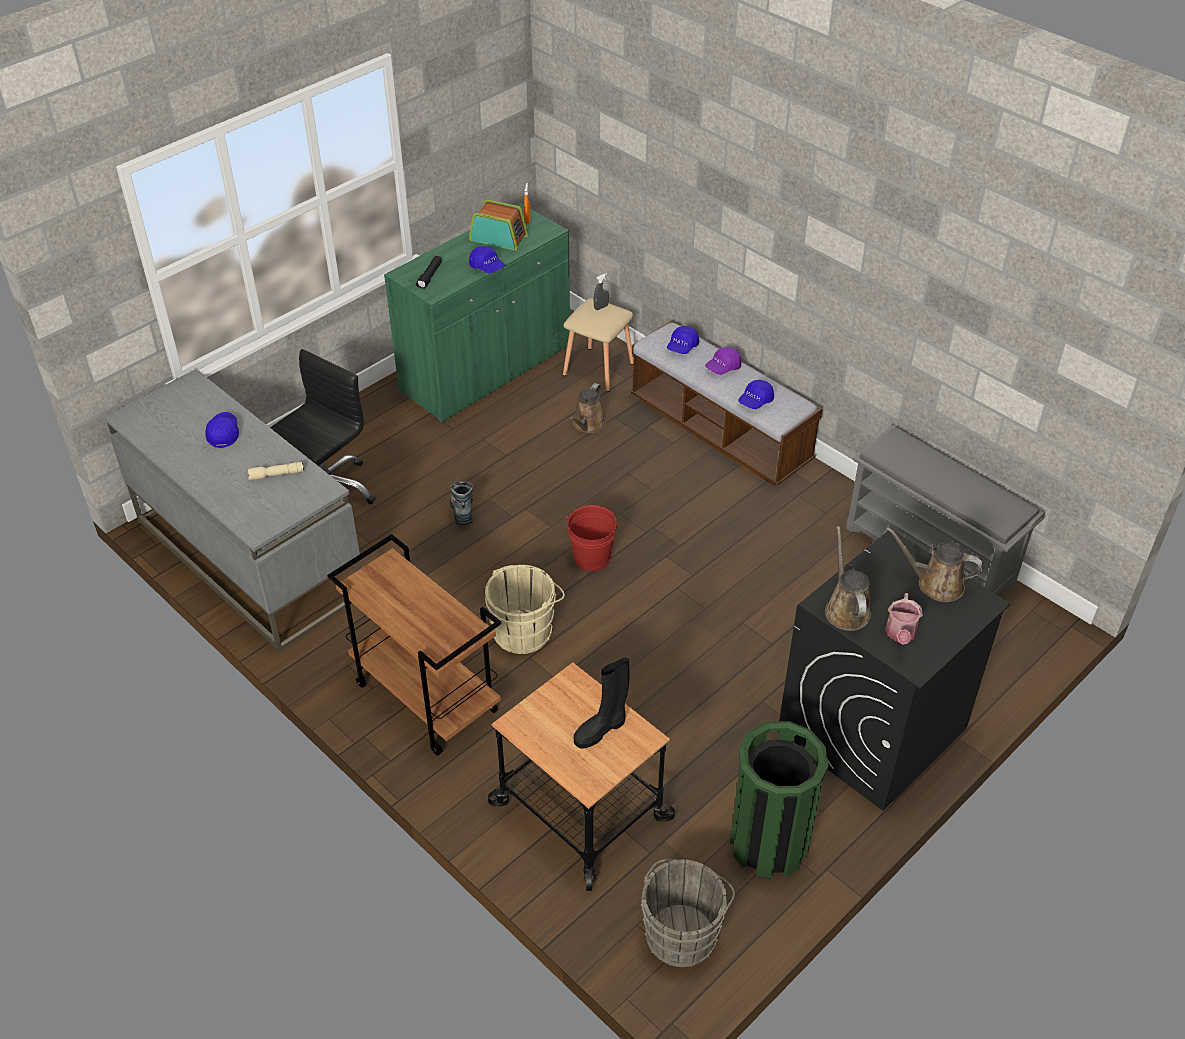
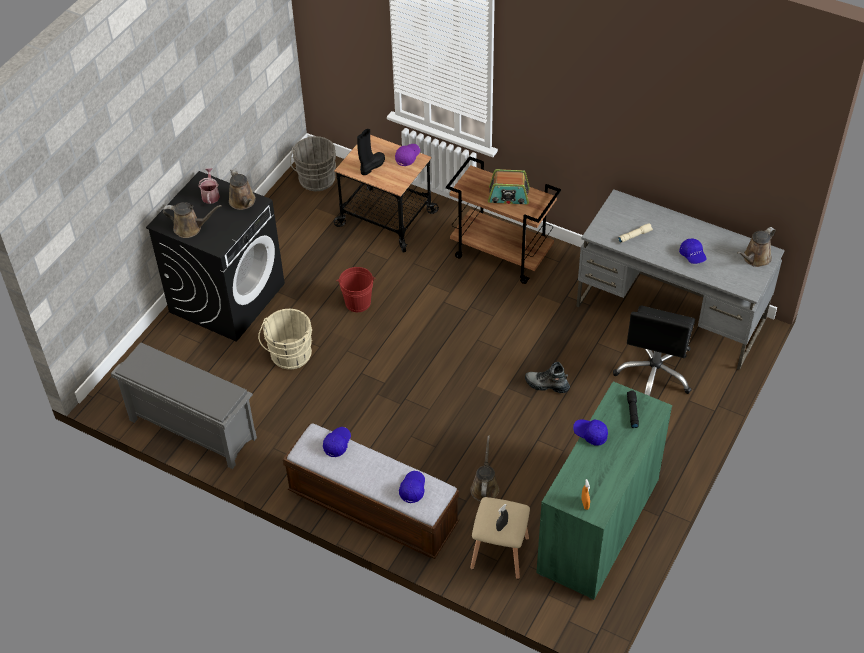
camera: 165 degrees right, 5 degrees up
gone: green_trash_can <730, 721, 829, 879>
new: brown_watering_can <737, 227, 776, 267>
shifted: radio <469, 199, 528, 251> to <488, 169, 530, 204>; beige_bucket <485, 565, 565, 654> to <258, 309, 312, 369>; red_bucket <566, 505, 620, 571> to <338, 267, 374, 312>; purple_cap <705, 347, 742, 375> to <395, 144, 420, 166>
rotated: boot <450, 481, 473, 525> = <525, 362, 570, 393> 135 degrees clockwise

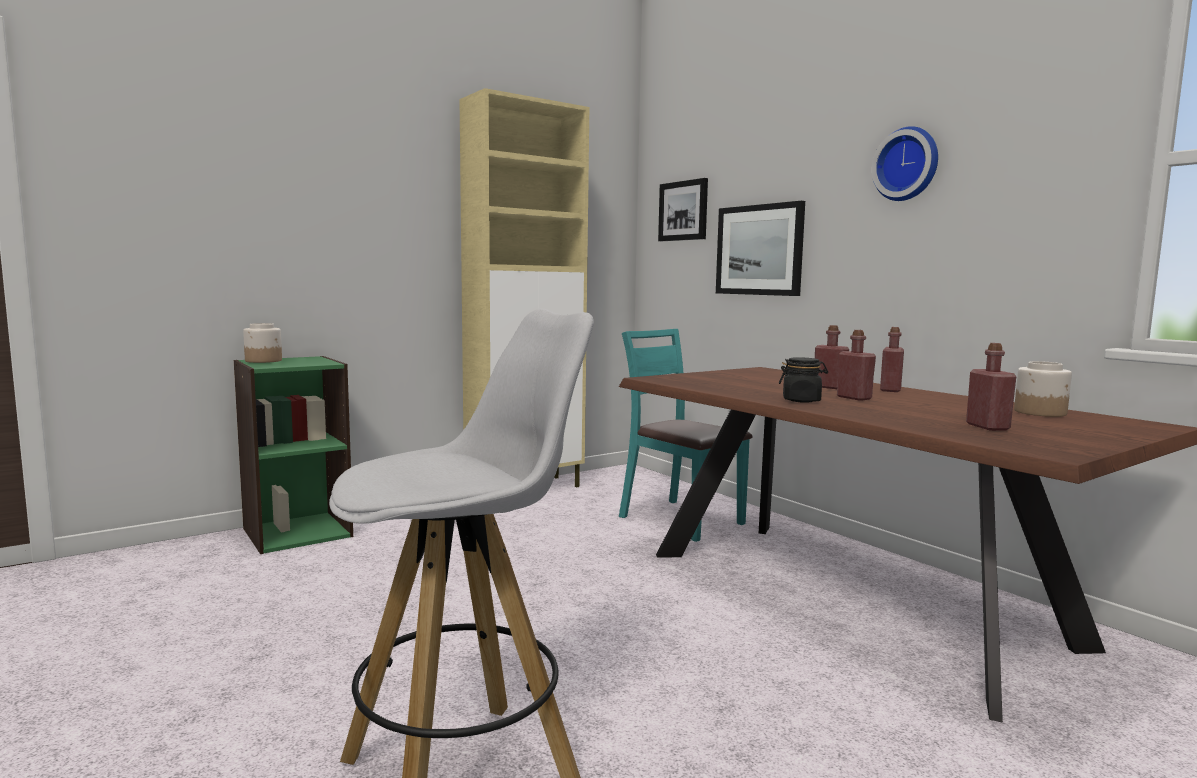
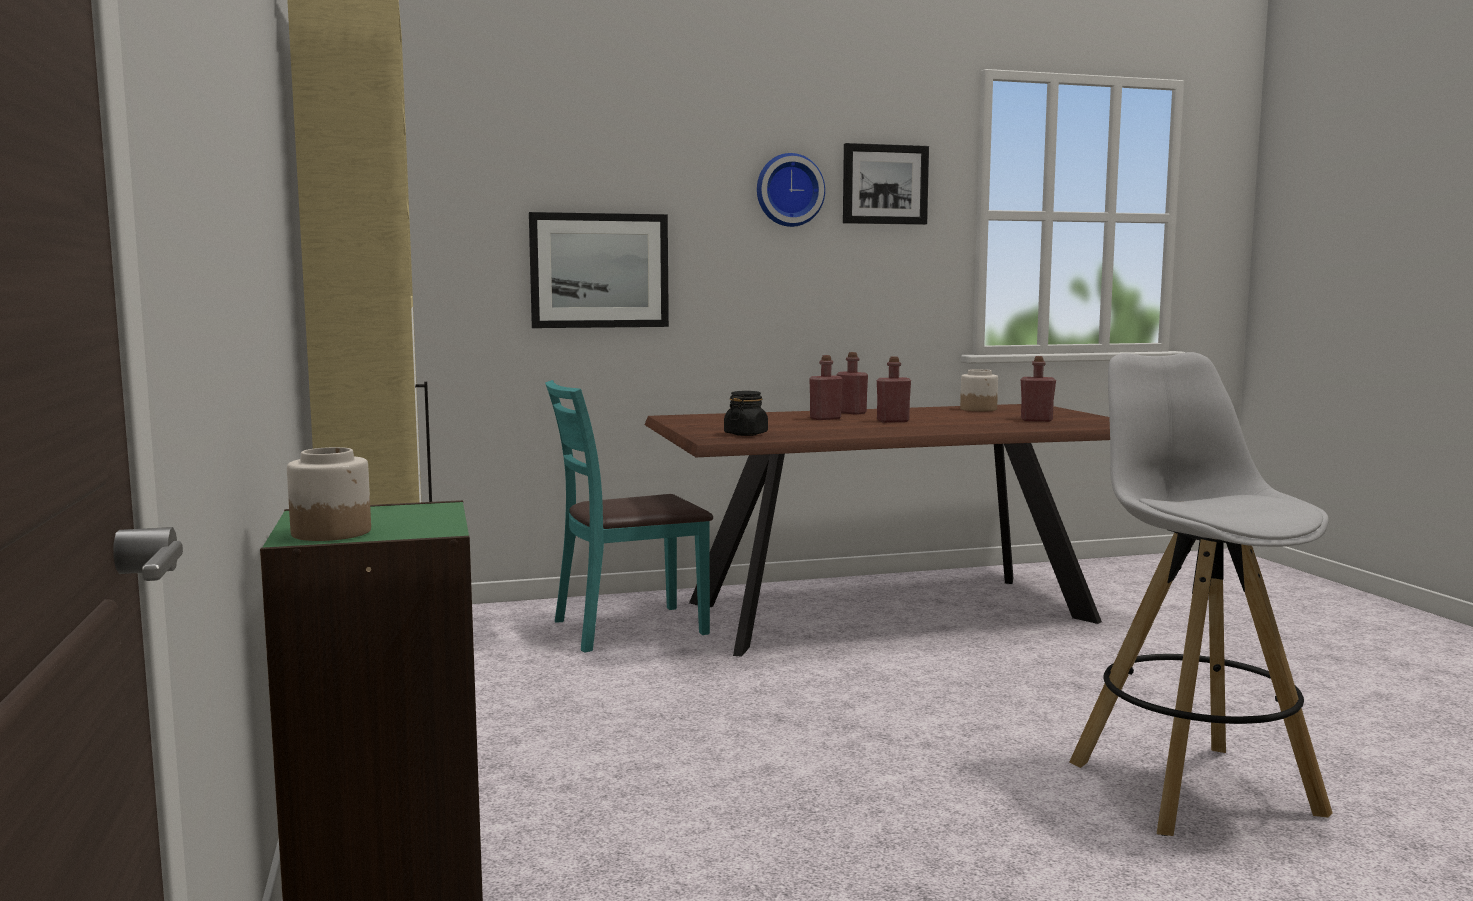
camera: 70 degrees left, 0 degrees up
shifted: picture <658, 178, 708, 241> to <843, 143, 929, 225>; black_jar <779, 357, 828, 403> to <724, 391, 768, 436>

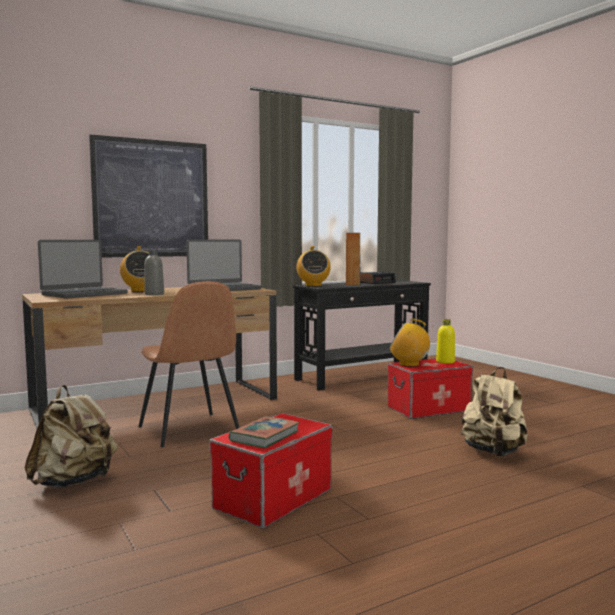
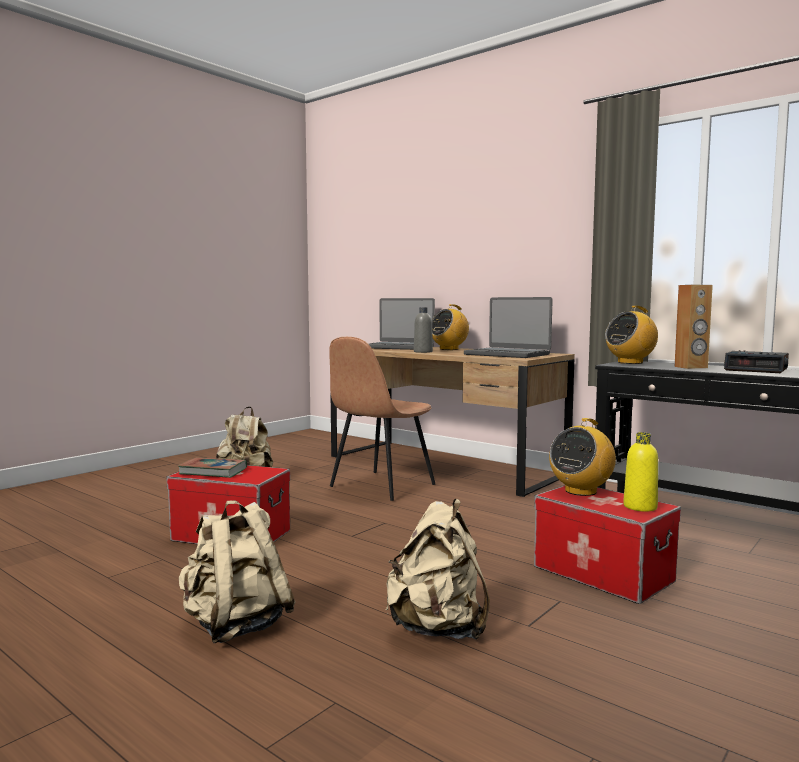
camera: 70 degrees right, 0 degrees up
gone: picture <89, 134, 208, 258>
new: beige_backpack <179, 500, 296, 643>
rotated: radio <390, 319, 433, 367> = <549, 418, 616, 496> 135 degrees counterclockwise

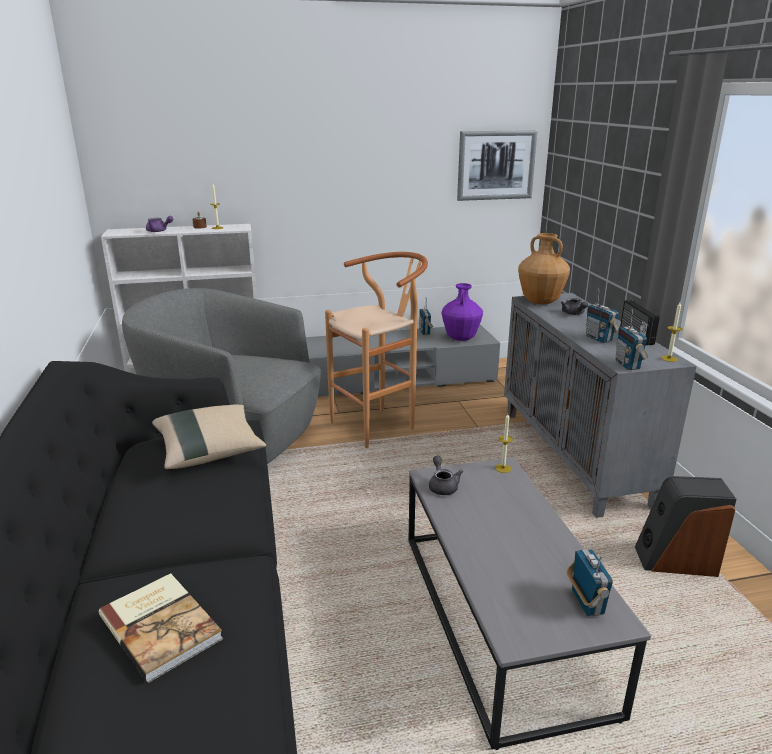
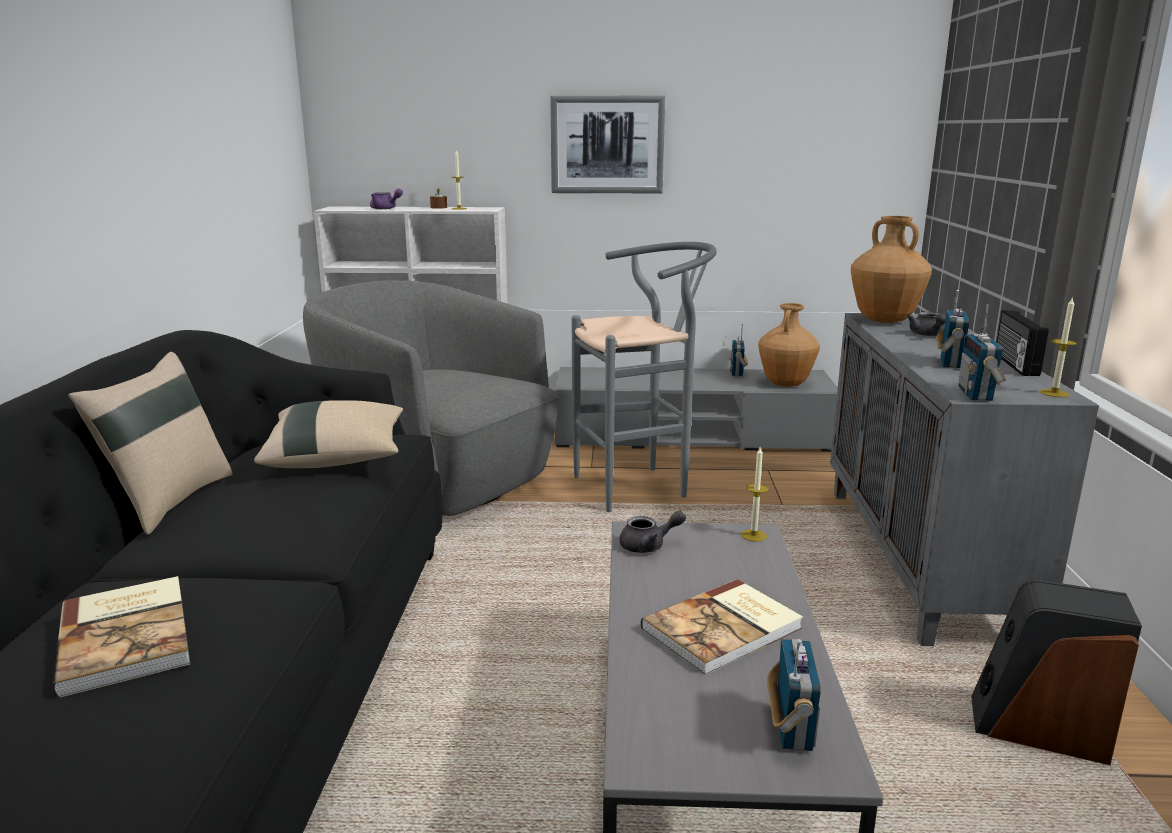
camera: 15 degrees right, 5 degrees down
new: beige_pillow <69, 352, 232, 535>; book <641, 579, 803, 675>
shifted: picture <457, 130, 538, 201> to <550, 96, 665, 193>
repainted: brown_stool <325, 252, 428, 448> to grey_stool <572, 242, 717, 512>; purple_vase <442, 283, 483, 341> to brown_vase <758, 303, 820, 387>
rotated: grey_teapot <429, 456, 463, 495> = <619, 510, 686, 553> 75 degrees clockwise; radio <586, 288, 619, 343> = <936, 290, 969, 368> 150 degrees counterclockwise

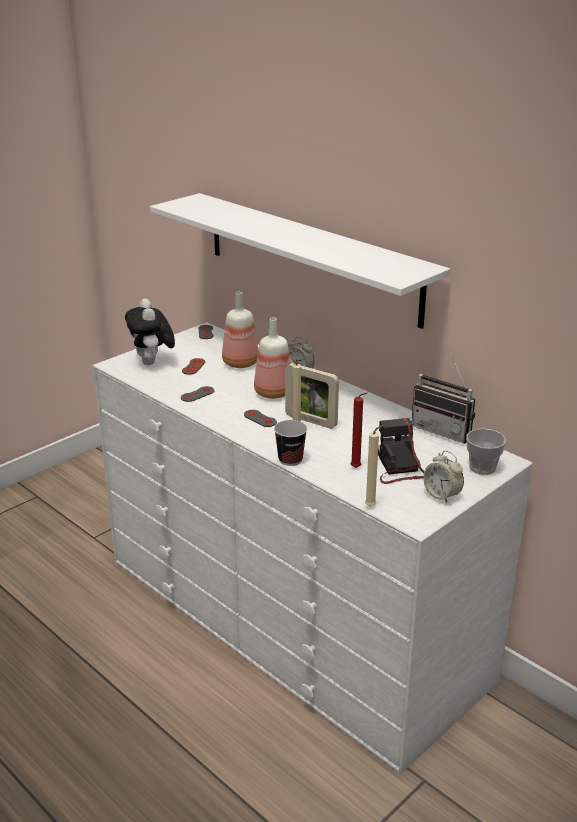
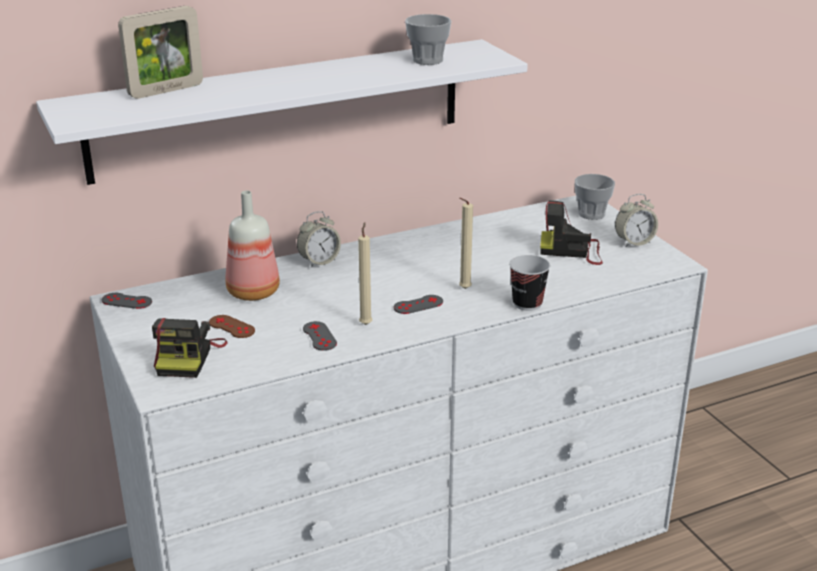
camera: 70 degrees left, 0 degrees up
gone: bottle <254, 318, 290, 399>; red_candle <351, 392, 368, 468>; radio <412, 358, 475, 444>
new: cup <405, 14, 451, 65>
shifted: picture_frame <285, 363, 339, 429> to <118, 6, 203, 99>; beige_candle <365, 424, 384, 507> to <358, 222, 372, 325>
swapped: plush_toy <125, 299, 175, 365> to photo_camera <152, 318, 227, 378>

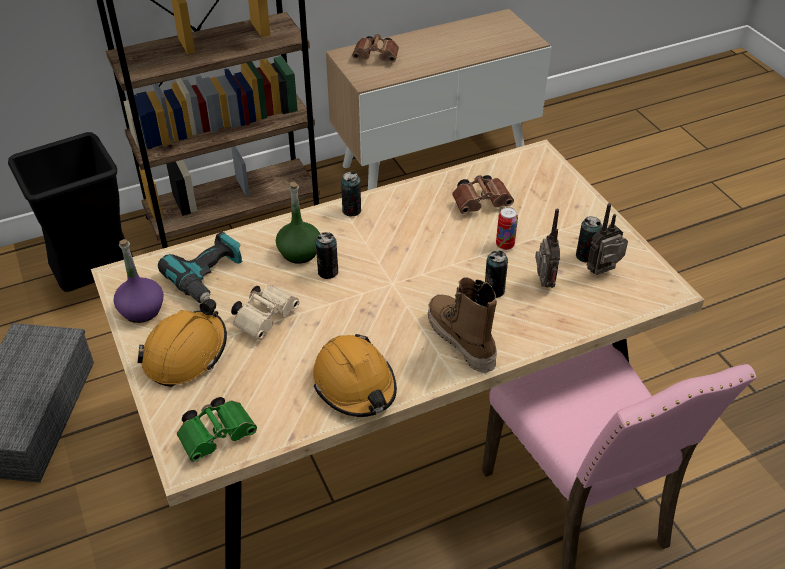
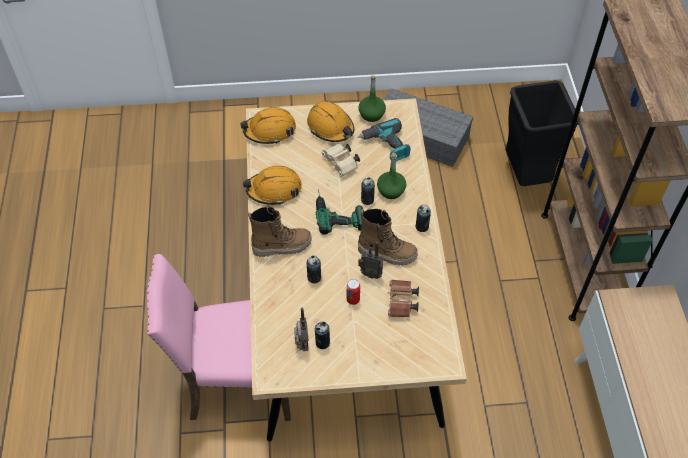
camera: 110 degrees right, 10 degrees up
gone: brown_binoculars <352, 34, 399, 62>
new: power_drill <316, 189, 363, 235>; boot <358, 209, 418, 266>
shifted: radio <535, 209, 560, 288> to <358, 242, 383, 279>
swapped: green_binoculars <177, 397, 257, 462> to orange_hard_hat <240, 107, 296, 144>
repainted: purple_bottle <114, 239, 163, 323> to green_bottle <358, 75, 386, 122>

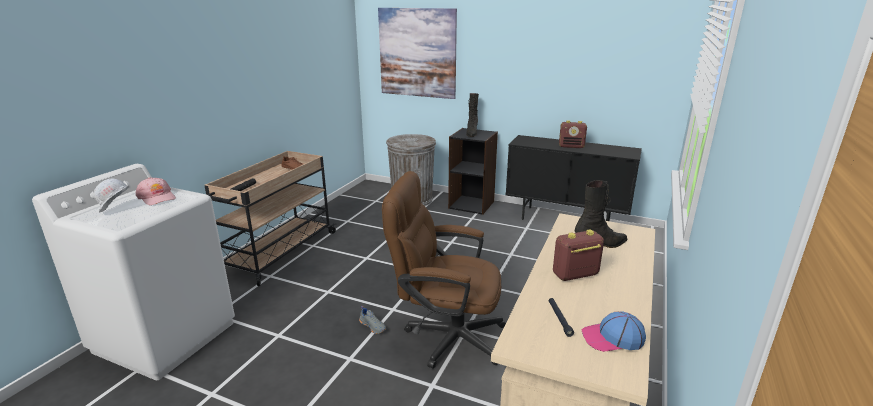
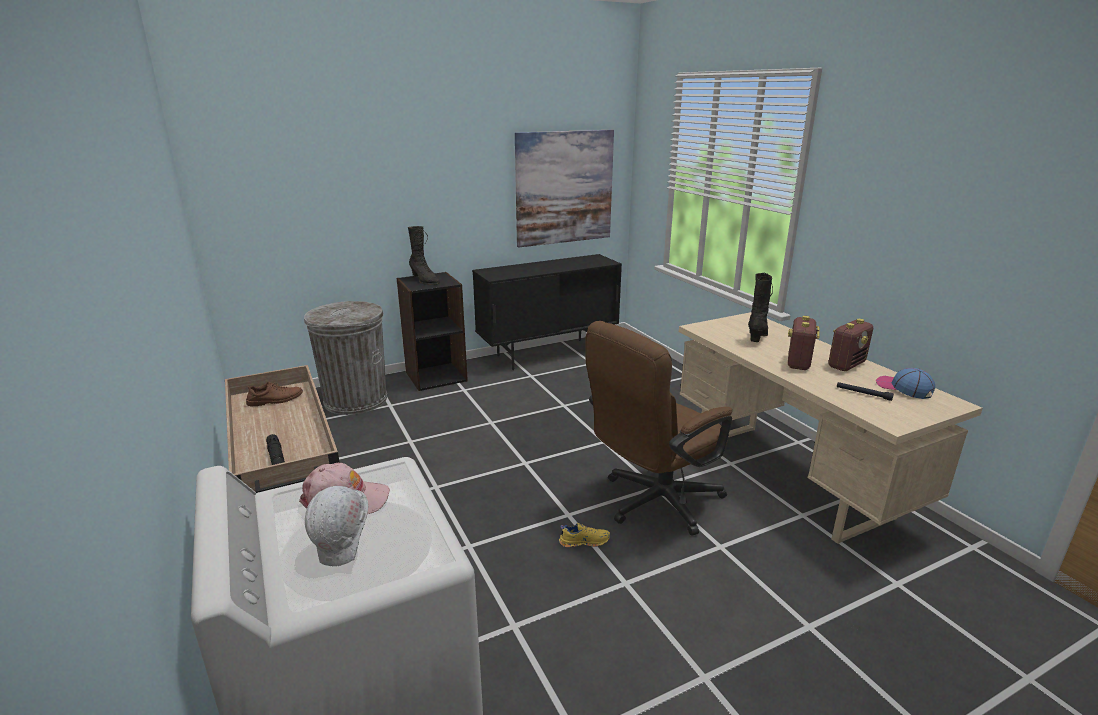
camera: 50 degrees left, 0 degrees up
shifted: picture <378, 8, 457, 99> to <515, 130, 614, 247>; radio <559, 120, 587, 148> to <828, 319, 873, 371>
repainted: grey_shoe <359, 306, 386, 334> to yellow_shoe <559, 523, 610, 548>
rotated: cap <582, 312, 646, 352> = <876, 368, 935, 399> 105 degrees clockwise

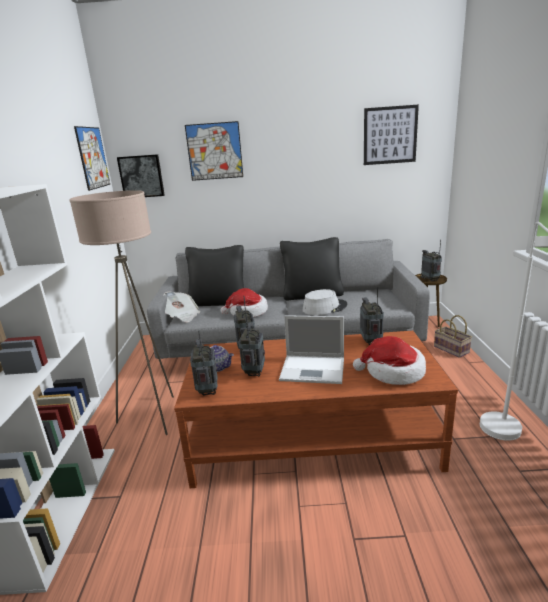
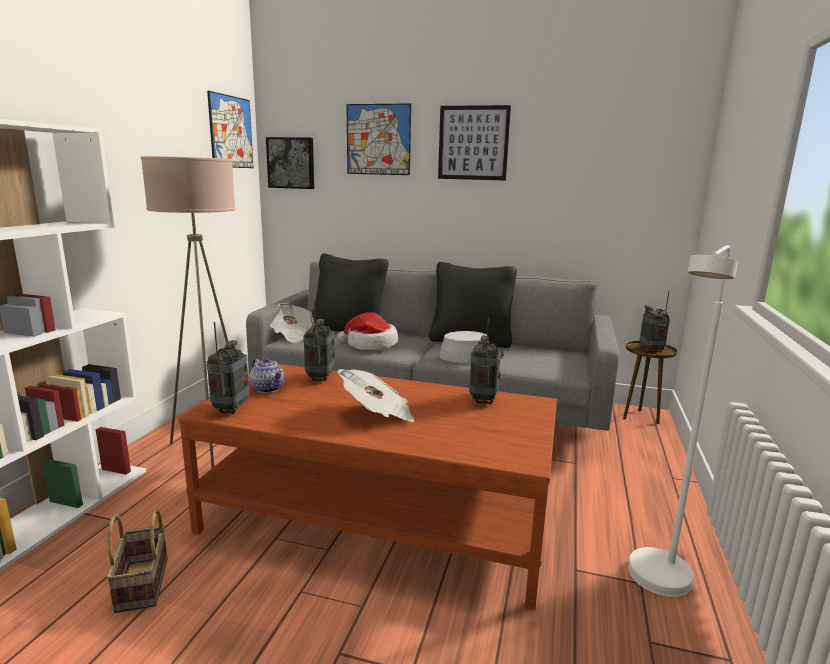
camera: 15 degrees right, 5 degrees down
gone: radio <239, 315, 265, 376>; hat <353, 336, 426, 385>
shifted: picture <364, 105, 419, 165> to <438, 105, 511, 181>; basket <434, 315, 472, 358> to <106, 509, 168, 613>
swapped: laptop <279, 315, 344, 384> to newspaper <338, 369, 414, 422>

